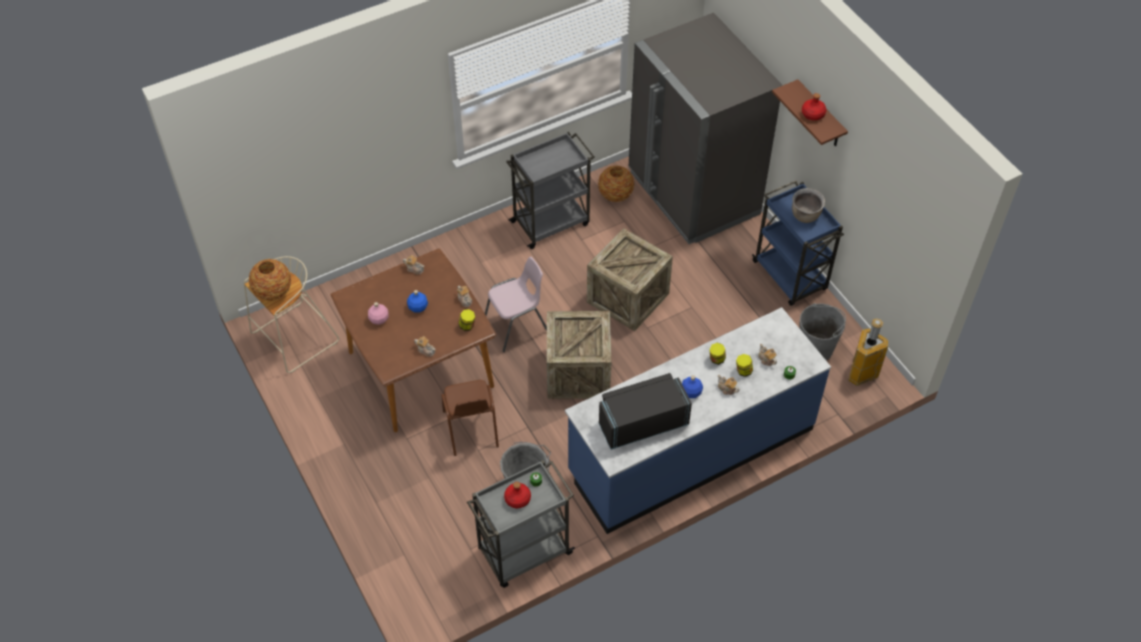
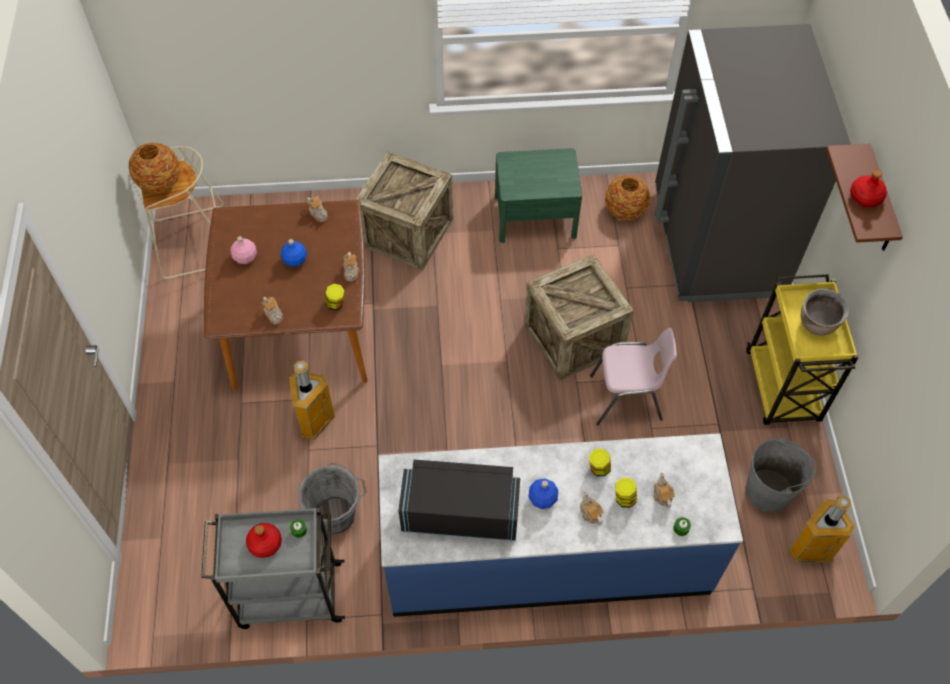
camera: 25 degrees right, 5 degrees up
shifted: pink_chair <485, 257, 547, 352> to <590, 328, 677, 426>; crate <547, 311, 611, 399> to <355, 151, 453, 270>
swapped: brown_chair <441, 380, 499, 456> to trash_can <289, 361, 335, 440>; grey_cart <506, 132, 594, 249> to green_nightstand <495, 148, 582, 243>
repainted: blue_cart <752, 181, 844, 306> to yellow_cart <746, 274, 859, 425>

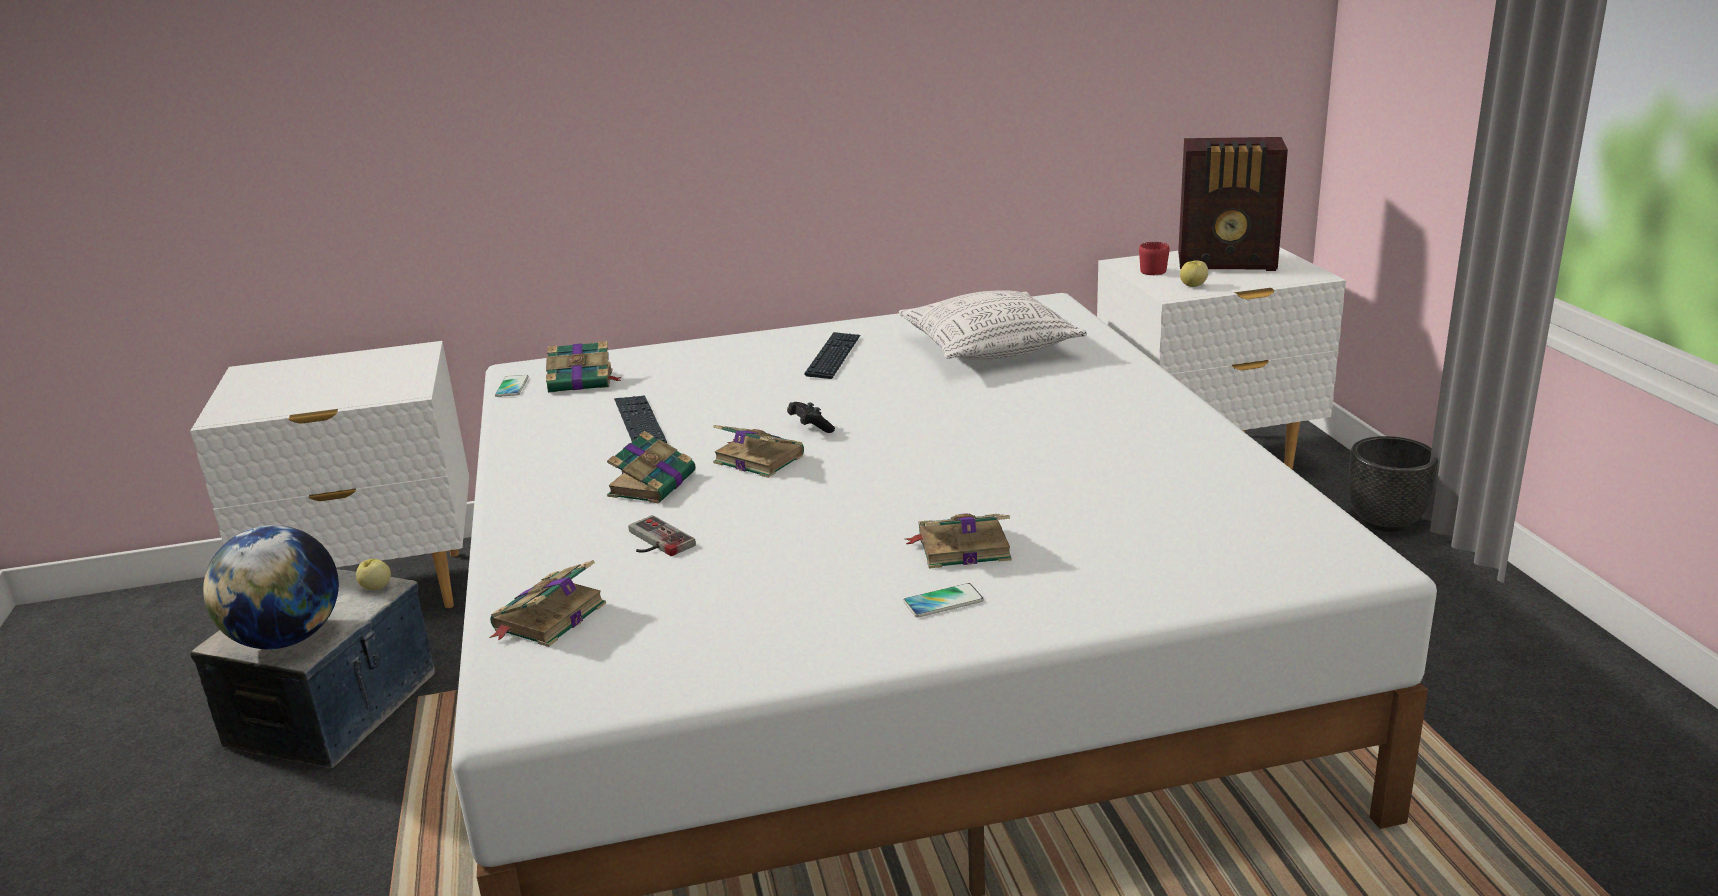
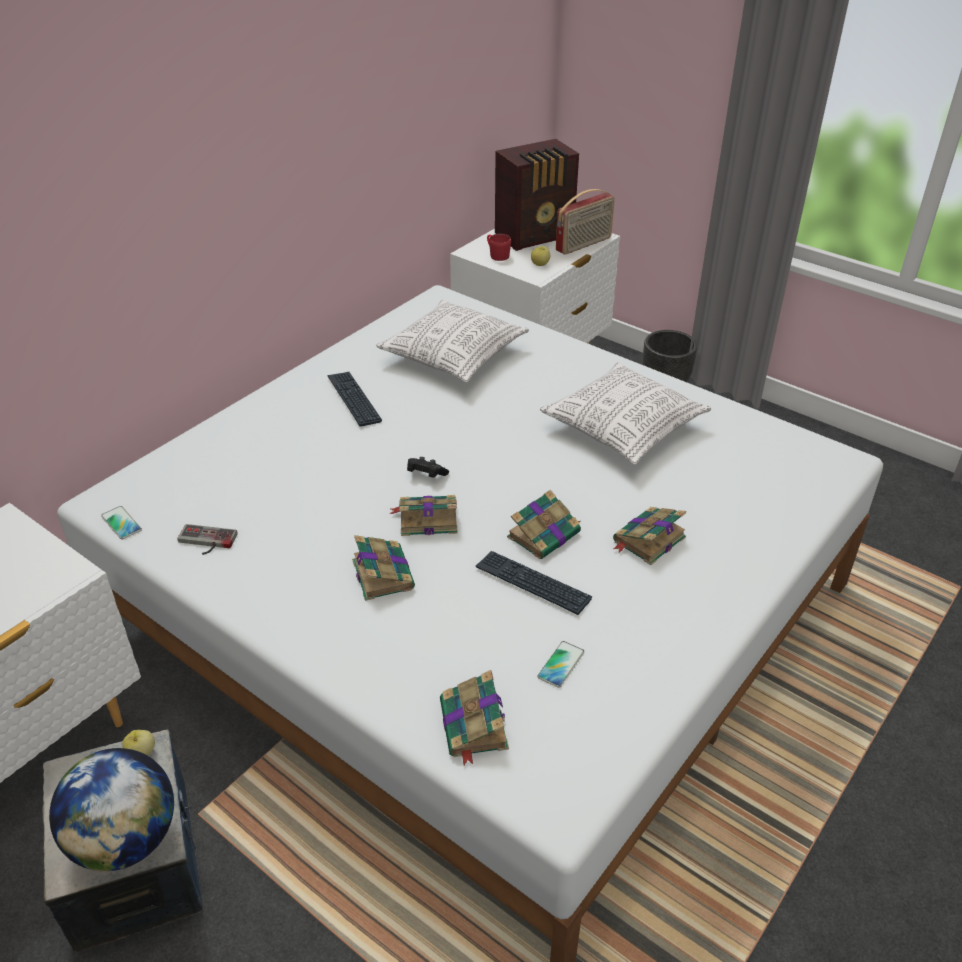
camera: 40 degrees left, 15 degrees up
new: pillow <540, 362, 711, 465>; radio <556, 189, 615, 255>
shifted: book <546, 341, 622, 393> to <507, 490, 581, 559>; keyboard <614, 396, 667, 443> to <476, 551, 592, 615>; game_controller <628, 515, 696, 556> to <177, 524, 238, 555>; phone <904, 583, 984, 617> to <537, 641, 584, 688>

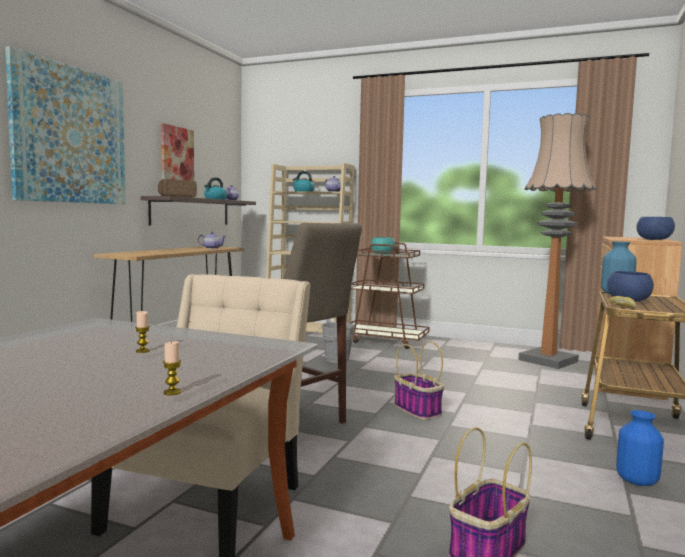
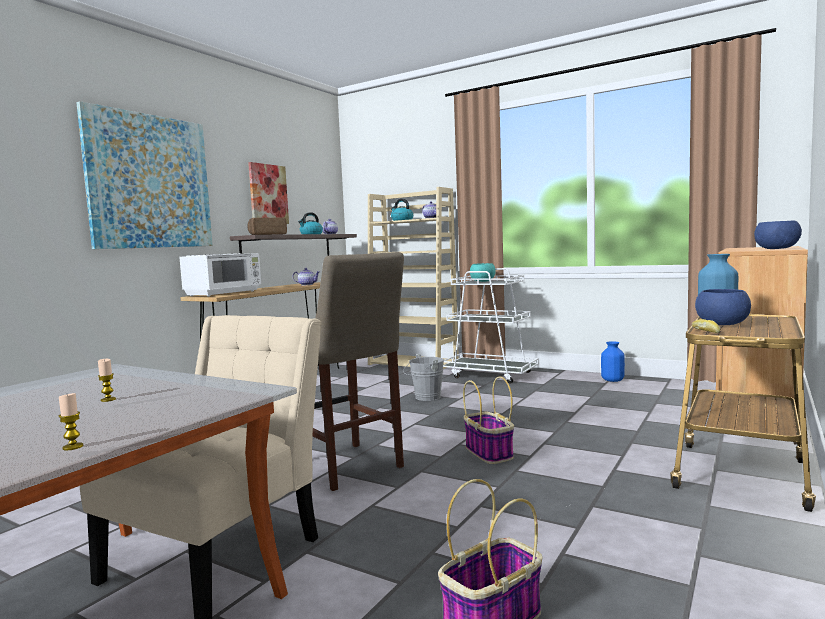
camera: 10 degrees right, 0 degrees up
gone: floor_lamp <518, 113, 596, 369>
new: white_microwave <179, 253, 261, 297>
shifted: blue_vase <616, 410, 664, 486> to <601, 341, 625, 382>
repainted: brown_cart <350, 242, 430, 349> to white_cart <443, 268, 539, 383>

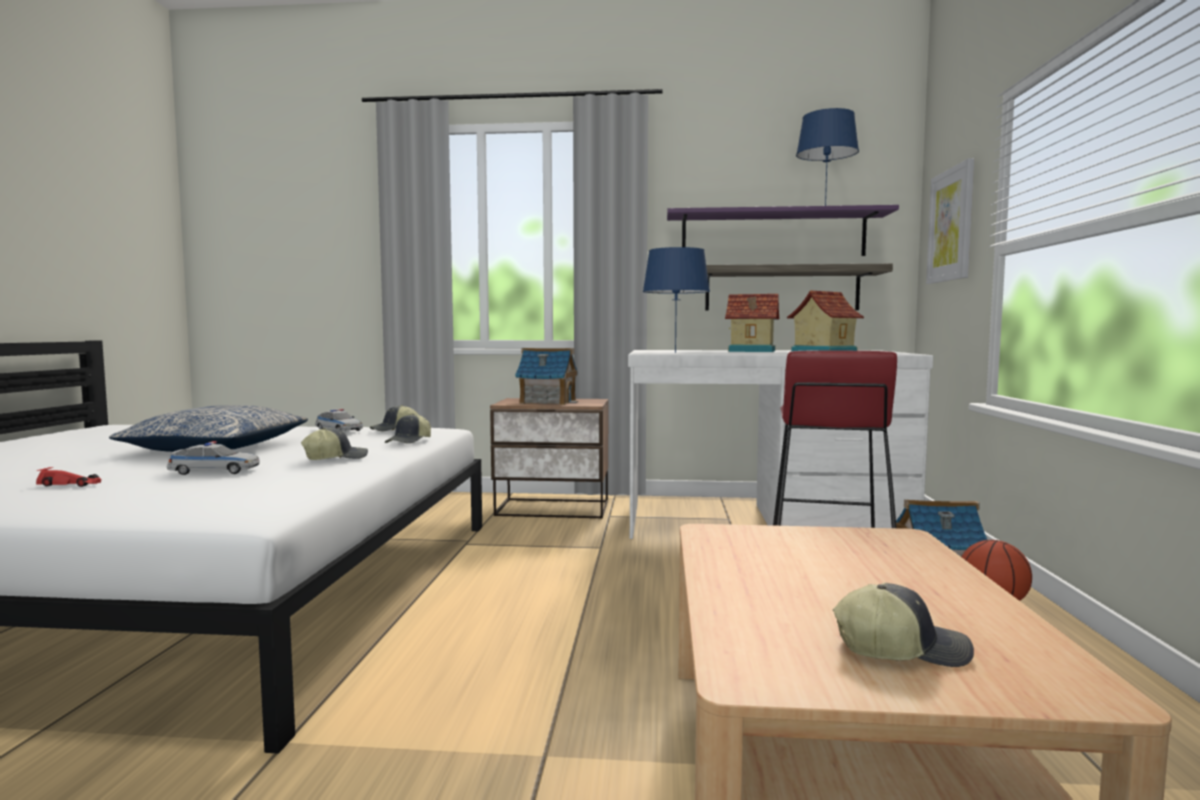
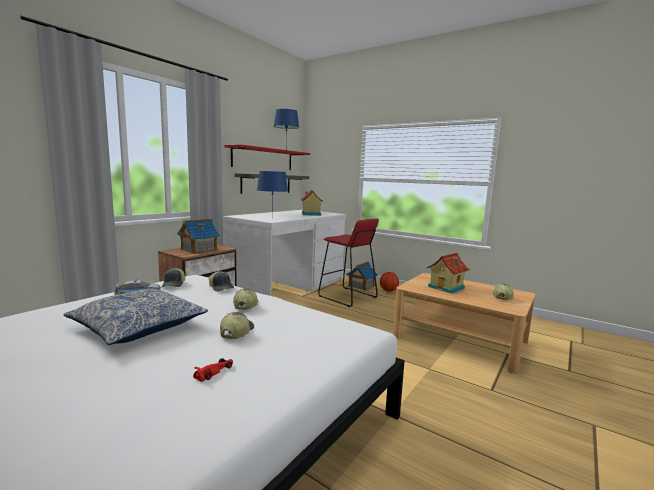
camera: 60 degrees left, 5 degrees up
gone: picture <926, 158, 974, 284>
shifted: toy_house <725, 294, 779, 352> to <427, 253, 470, 293>
swapped: toy_car <167, 441, 260, 475> to cap <220, 312, 254, 339>
repainted: purple_shelf <667, 205, 899, 256> to red_shelf <225, 145, 310, 170>

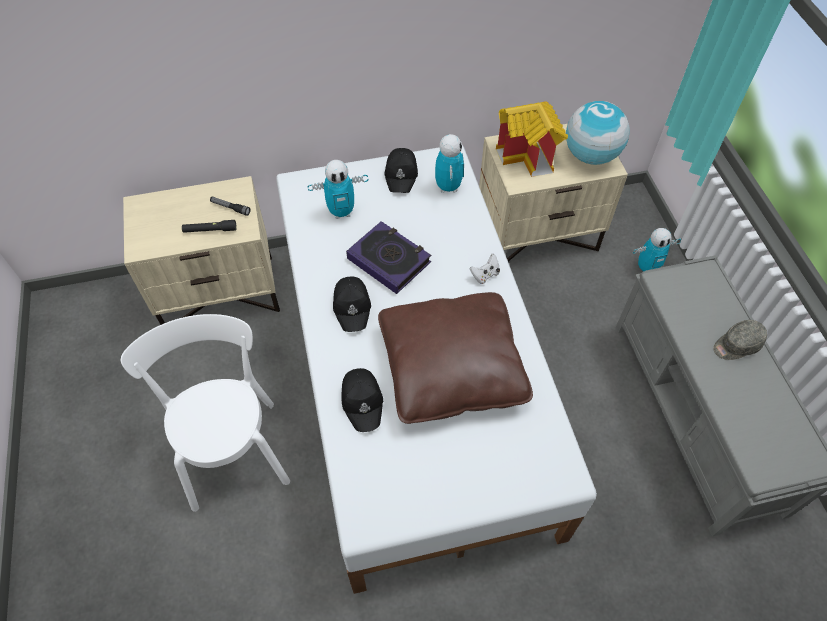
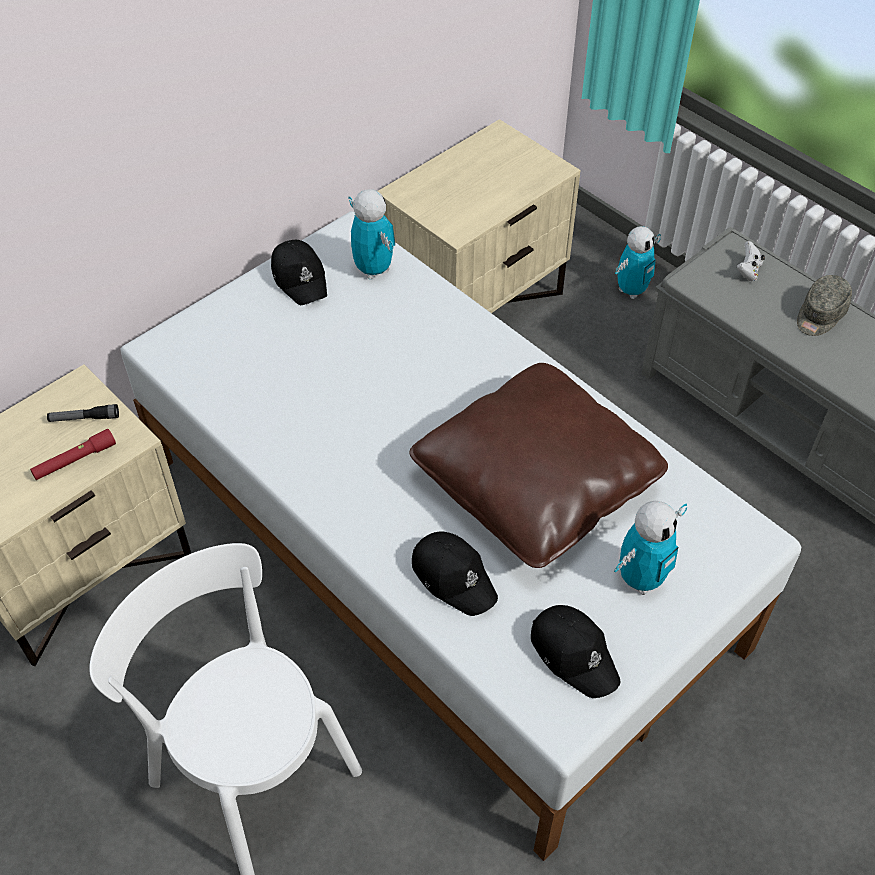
camera: 30 degrees left, 5 degrees down
gone: book <346, 221, 431, 294>; toy_house <496, 101, 568, 177>; globe <566, 101, 630, 165>
shifted: toy_robot <308, 160, 368, 219> to <614, 501, 687, 595>; black_cap <333, 277, 371, 332> to <531, 605, 620, 698>; white_game_controller <470, 254, 500, 284> to <736, 241, 765, 281>
repainted: black_flashlight <182, 220, 237, 233> to red_flashlight <30, 429, 116, 480>

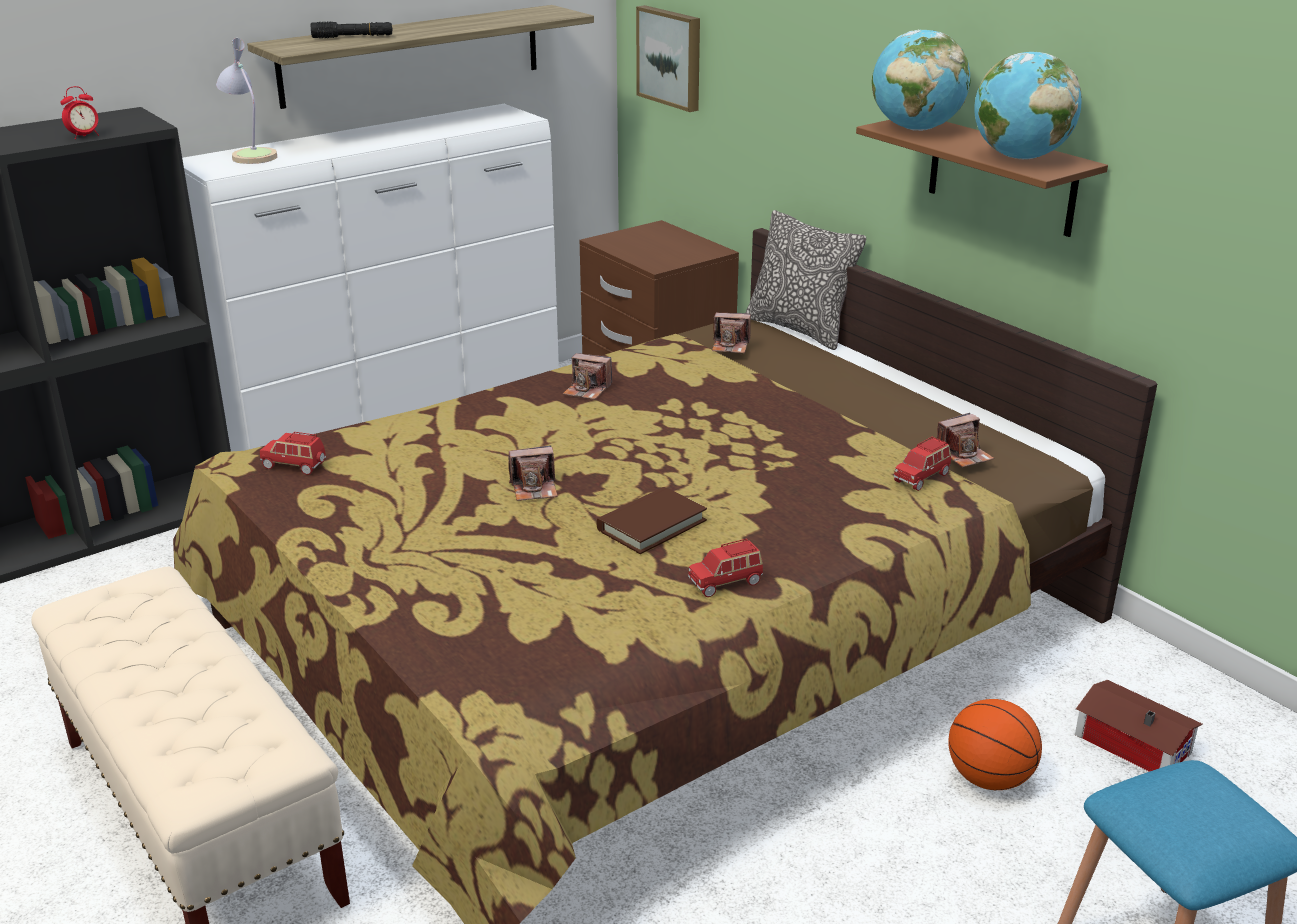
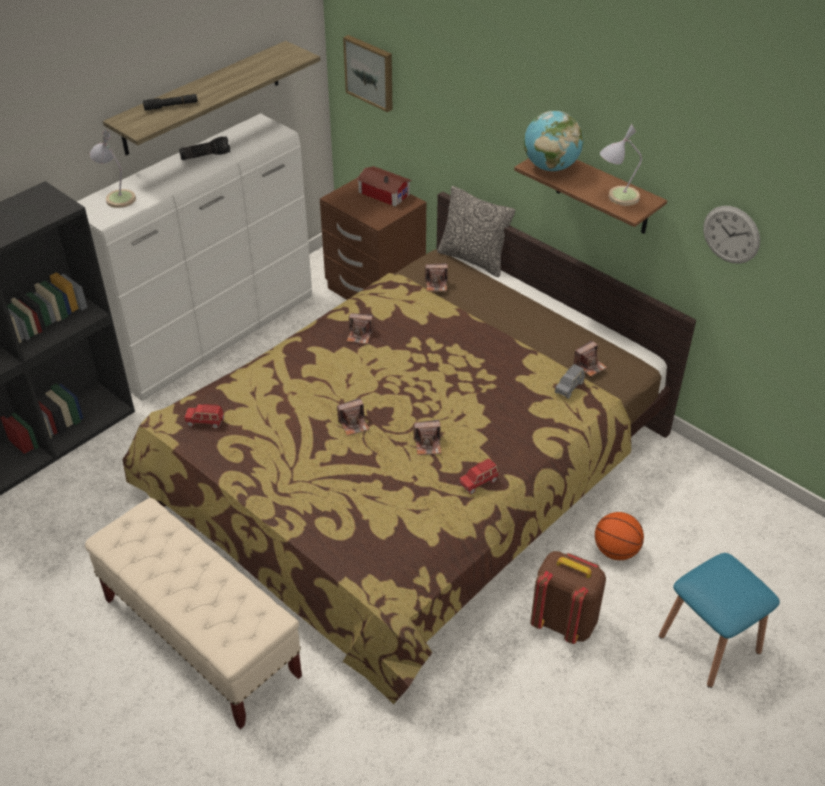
camera: 10 degrees left, 15 degrees up
gone: alarm_clock <60, 86, 99, 139>
new: flashlight <179, 136, 231, 160>; brown_backpack <530, 551, 606, 644>; wall_clock <703, 206, 760, 264>
shifted: toy_house <1075, 680, 1203, 772> to <356, 166, 412, 206>
swapped: brown_book <596, 487, 707, 554> to photo_camera <413, 420, 441, 455>; globe <974, 51, 1082, 160> to table_lamp <600, 124, 642, 206>
repainted: red_toy_car <894, 437, 951, 491> to grey_toy_car <555, 364, 585, 399>

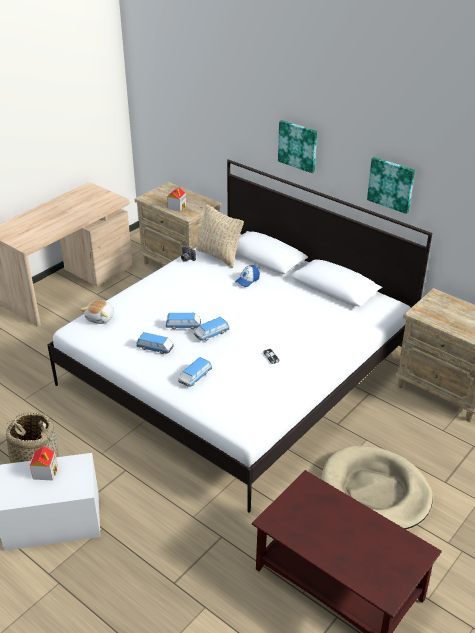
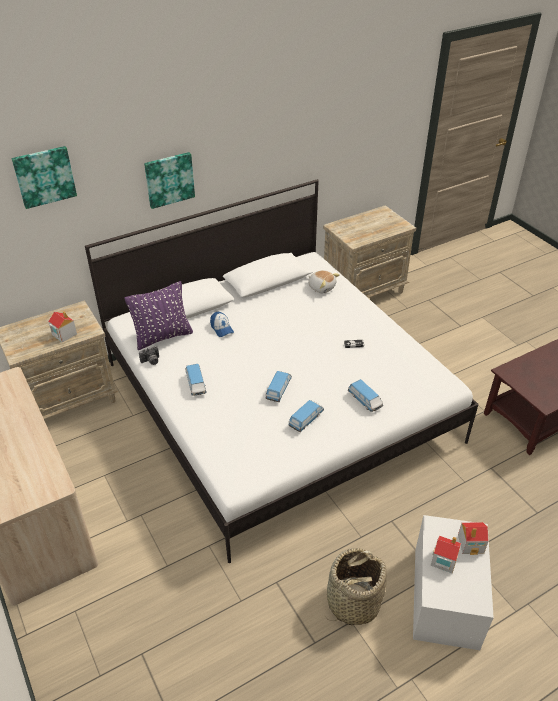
camera: 70 degrees left, 5 degrees up
gone: beige_dog_bed <321, 446, 433, 529>
new: toy_house <458, 522, 489, 555>
shifted: plush_toy <81, 300, 114, 324> to <308, 270, 340, 293>; toy_car <194, 317, 229, 341> to <186, 364, 206, 396>; picture <367, 157, 415, 214> to <12, 146, 77, 209>
repainted: beige_pillow <196, 204, 244, 268> to purple_pillow <125, 281, 193, 350>

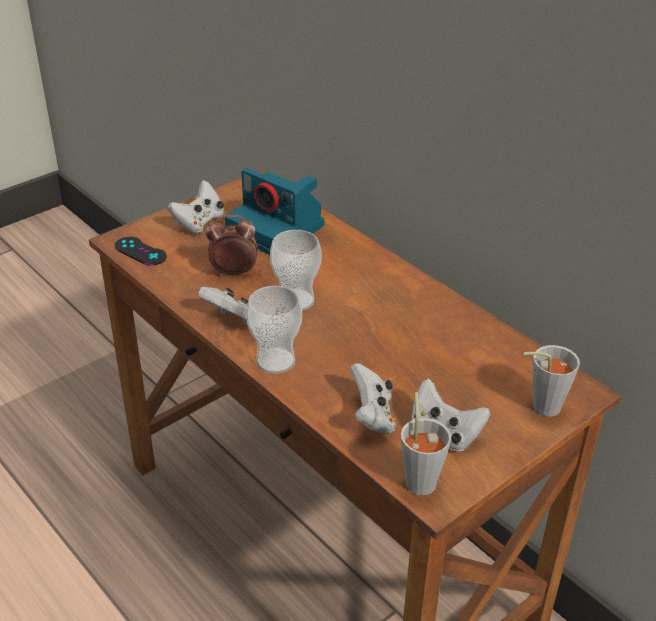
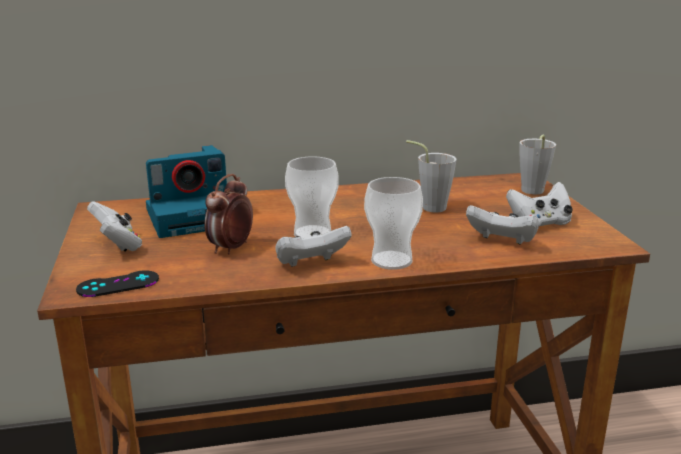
camera: 60 degrees left, 15 degrees down
shifted: grey_cup <401, 392, 451, 495> to <406, 140, 457, 213>

